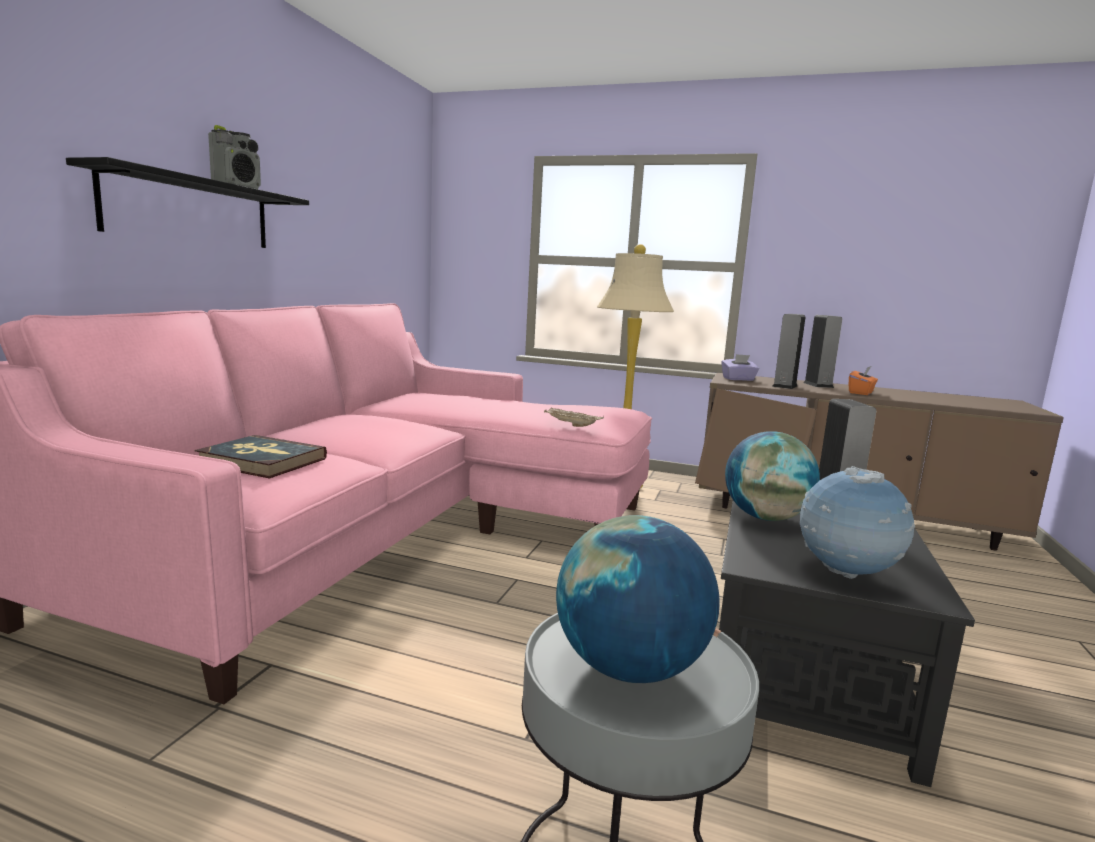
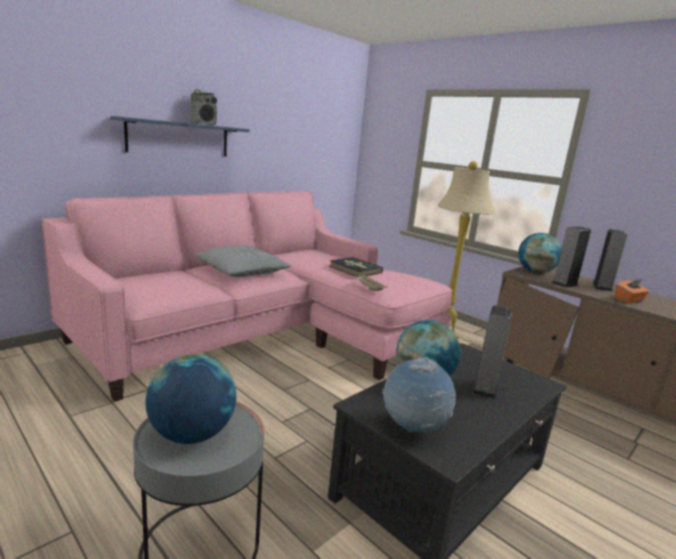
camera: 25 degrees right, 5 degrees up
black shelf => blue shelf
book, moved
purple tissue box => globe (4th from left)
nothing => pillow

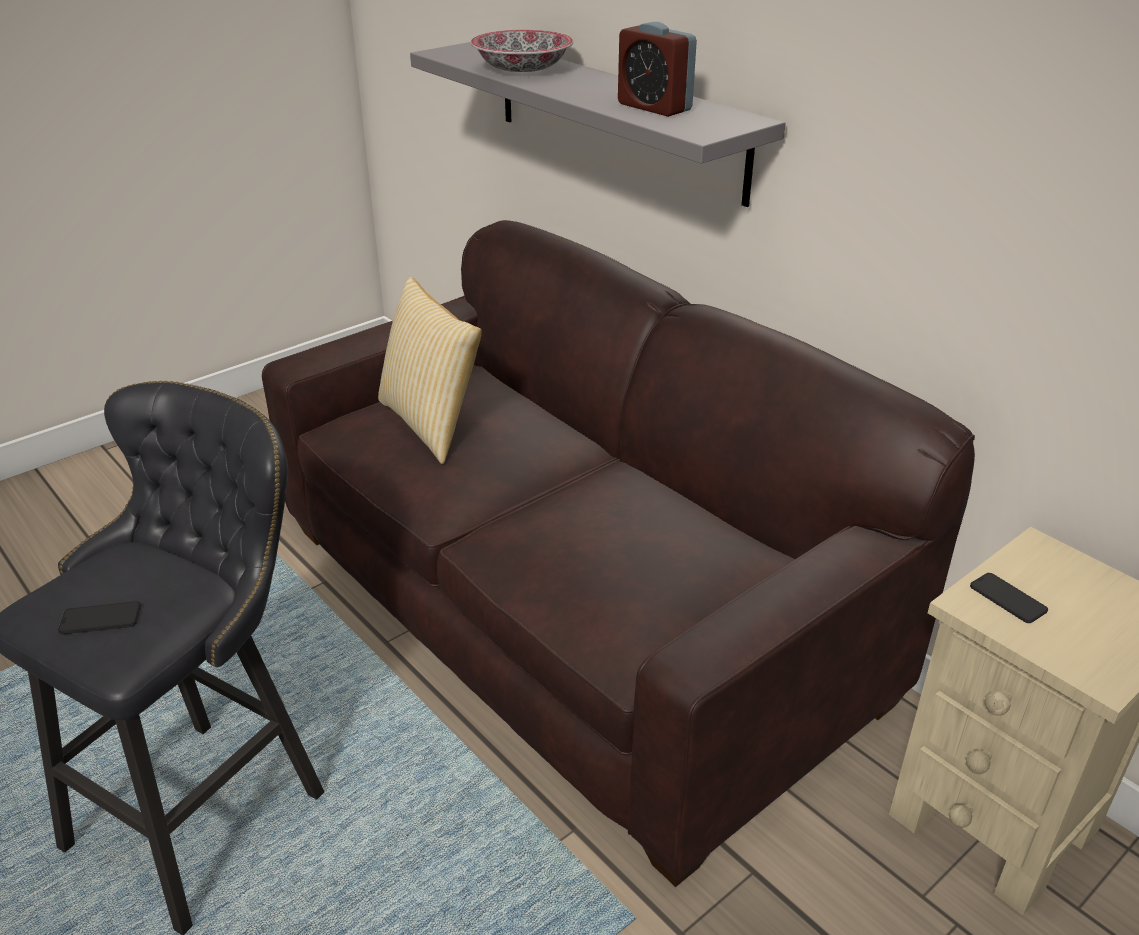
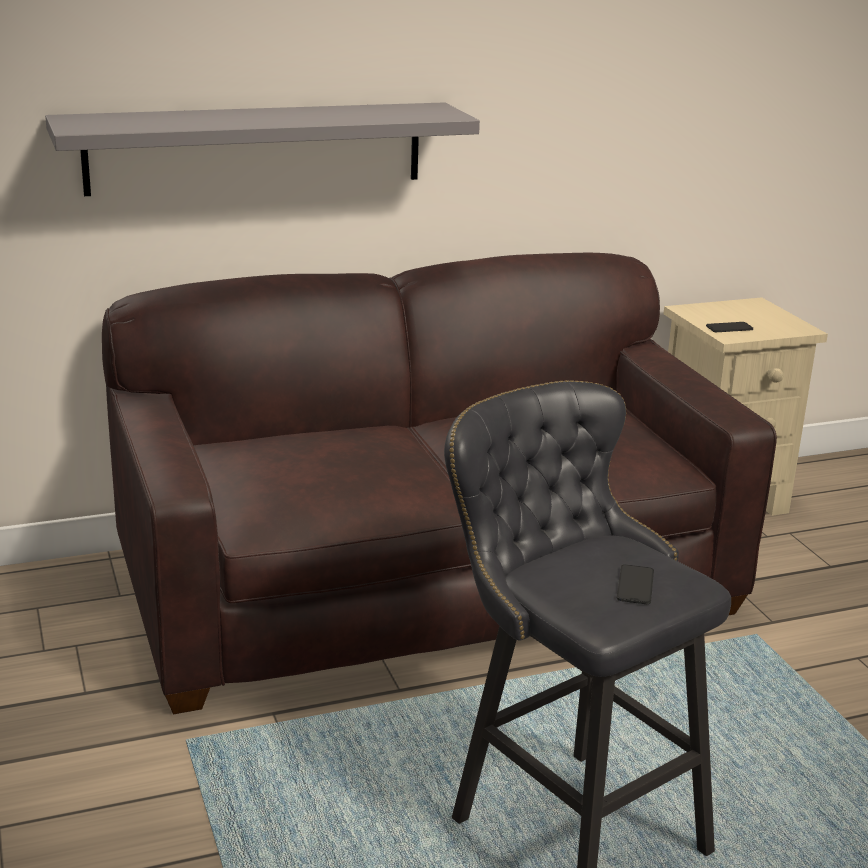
camera: 70 degrees left, 10 degrees down
pillow => nothing
bowl => nothing
alarm clock => nothing

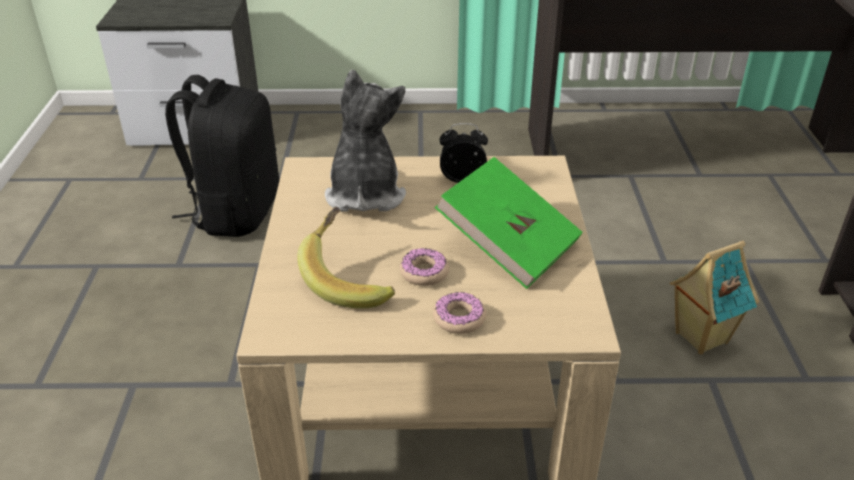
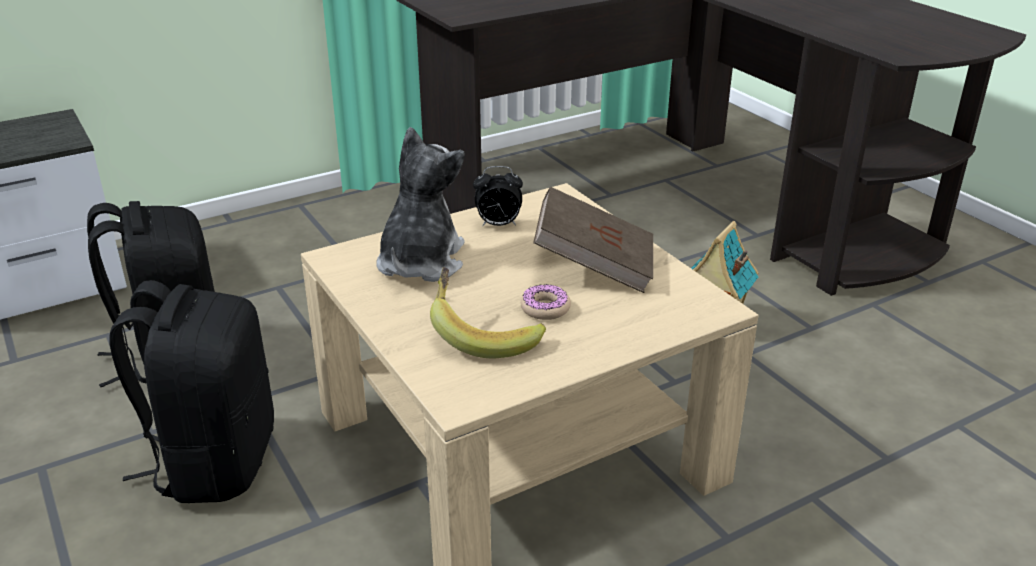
camera: 30 degrees left, 5 degrees down
plush toy, 45 degrees clockwise
donut (2nd from left) => nothing
green book => brown book
alarm clock, 150 degrees counterclockwise
nothing => black backpack (2nd from left)

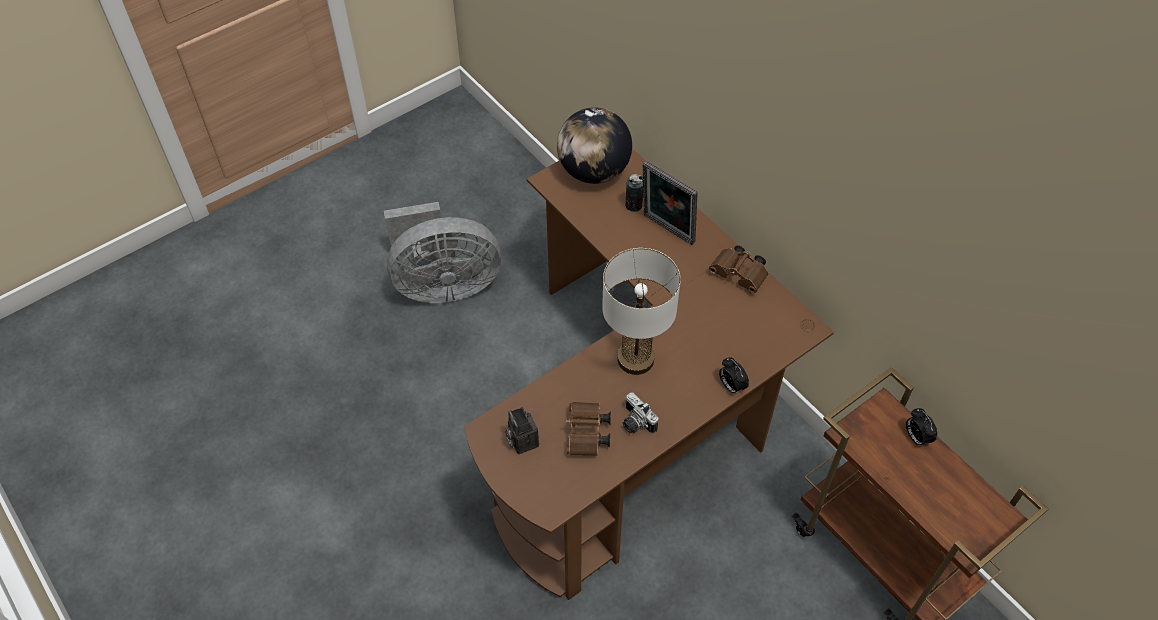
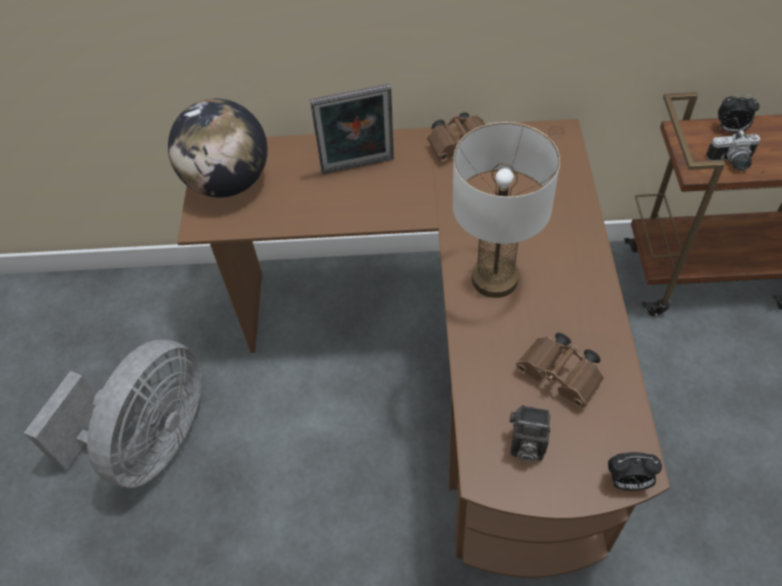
camera: 50 degrees left, 0 degrees up
photo camera (2nd from left), moved
can => nothing
alarm clock (1st from left), moved

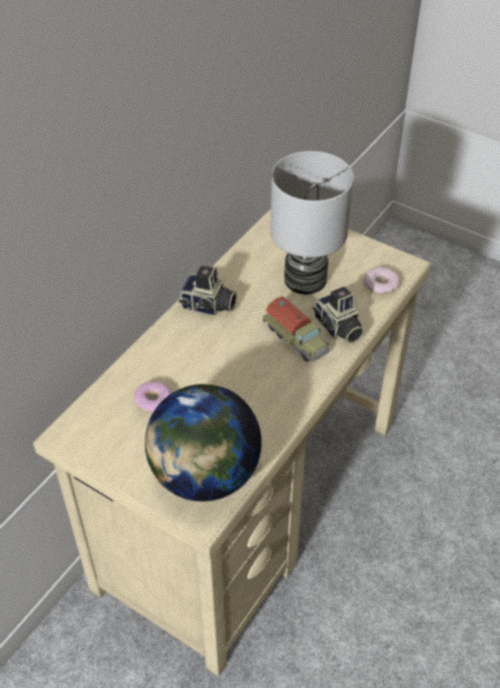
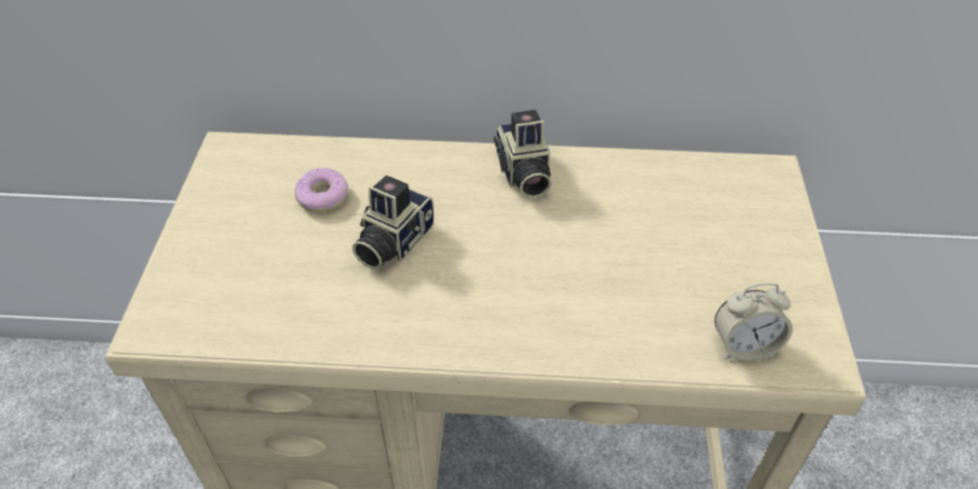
camera: 60 degrees right, 0 degrees up
globe => nothing
toy truck => nothing
grey table lamp => nothing
photo camera (2nd from left in the first image) => photo camera (1st from left), moved
donut (2nd from left) => alarm clock

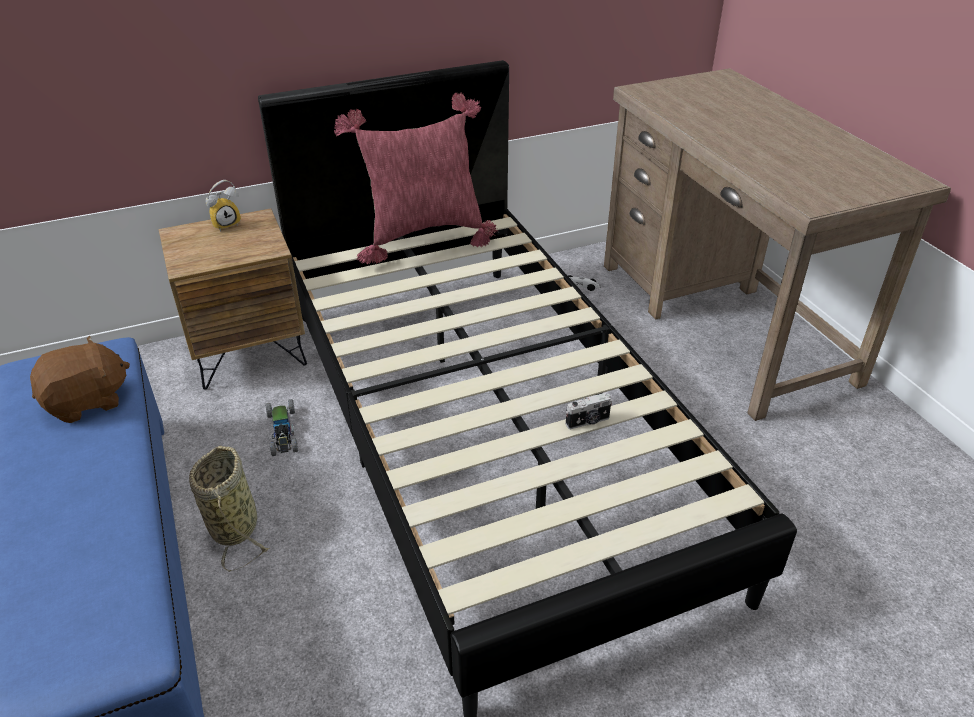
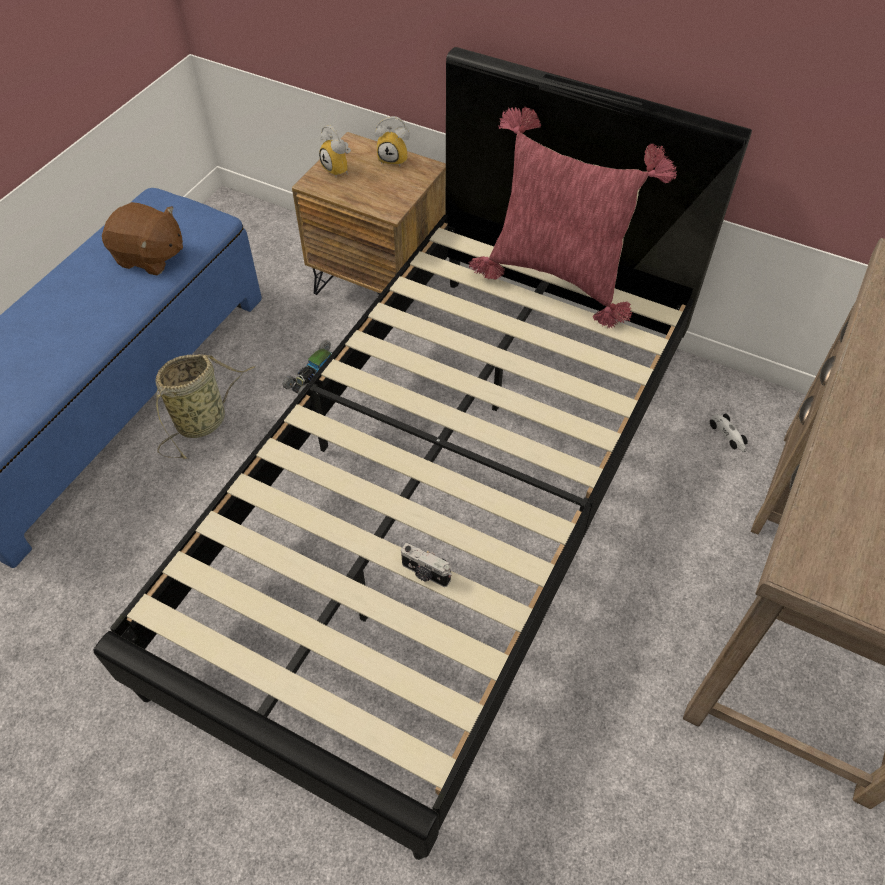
camera: 50 degrees right, 15 degrees up
nothing => alarm clock (1st from left)

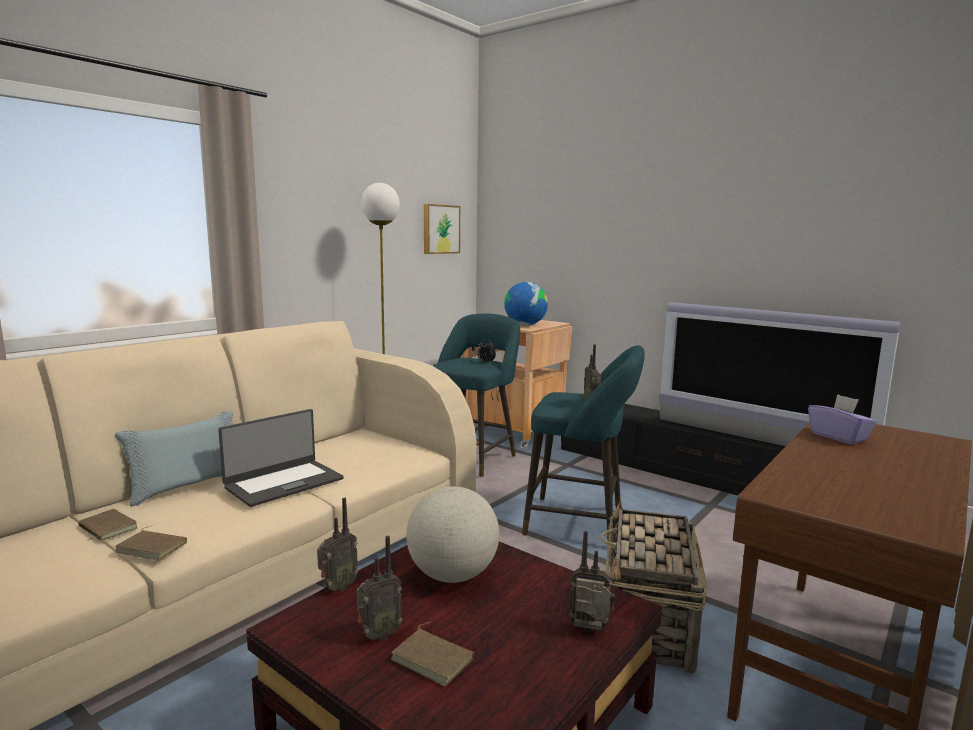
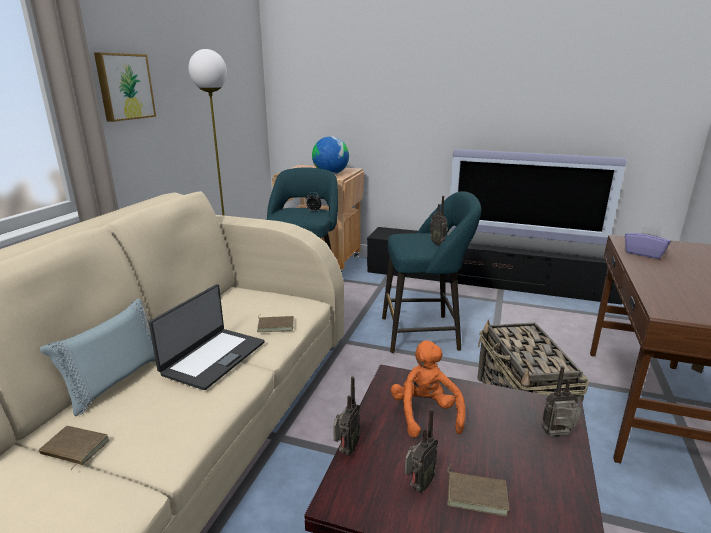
camera: 20 degrees left, 10 degrees up
brown book (2nd from left), moved
globe (1st from left) => orange plush toy
picture, moved

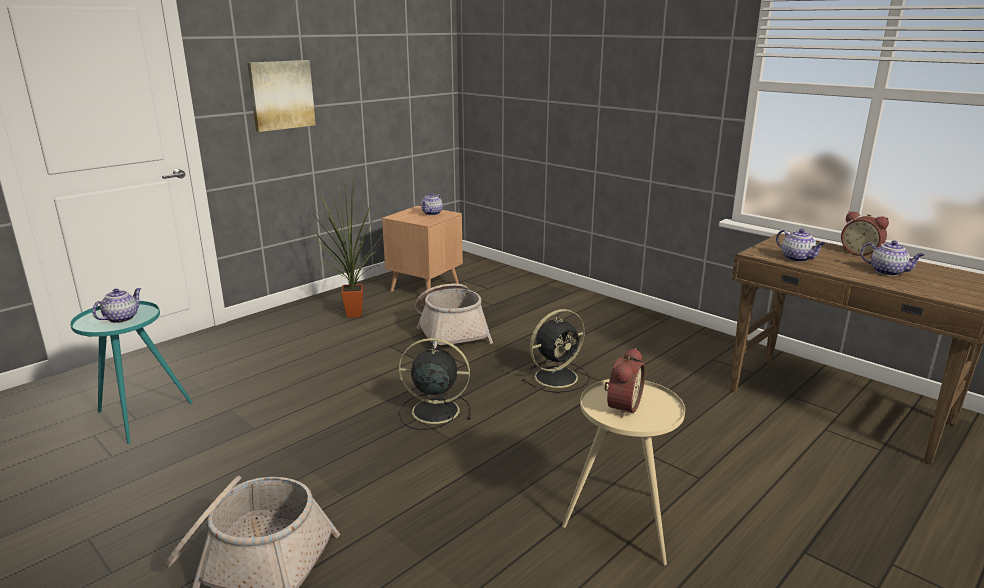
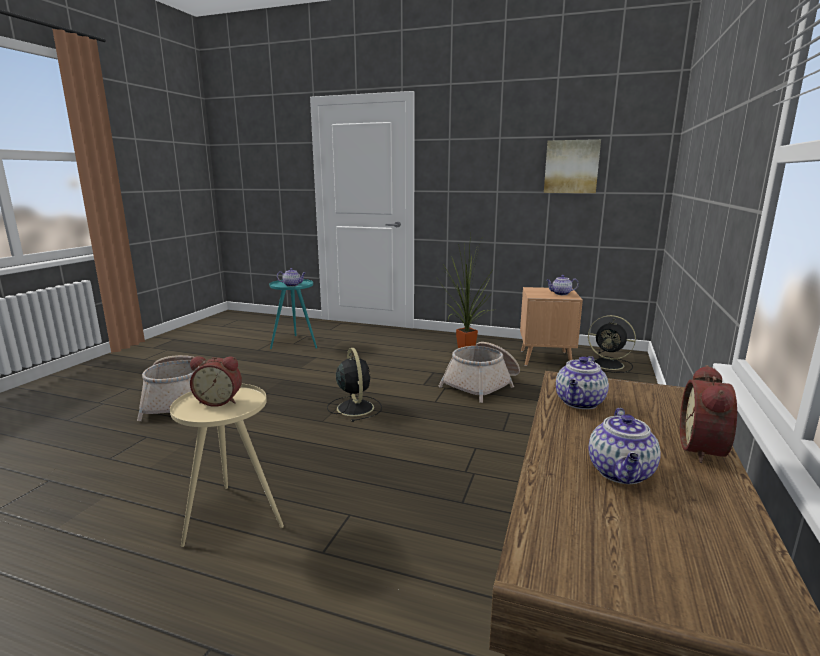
camera: 65 degrees right, 5 degrees down
picture, moved
black fan (2nd from left), moved

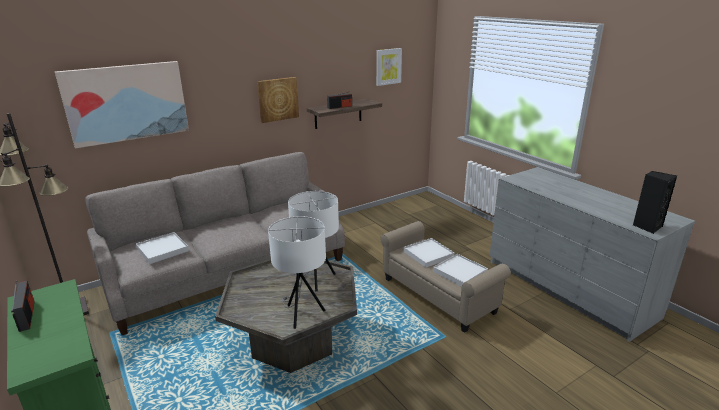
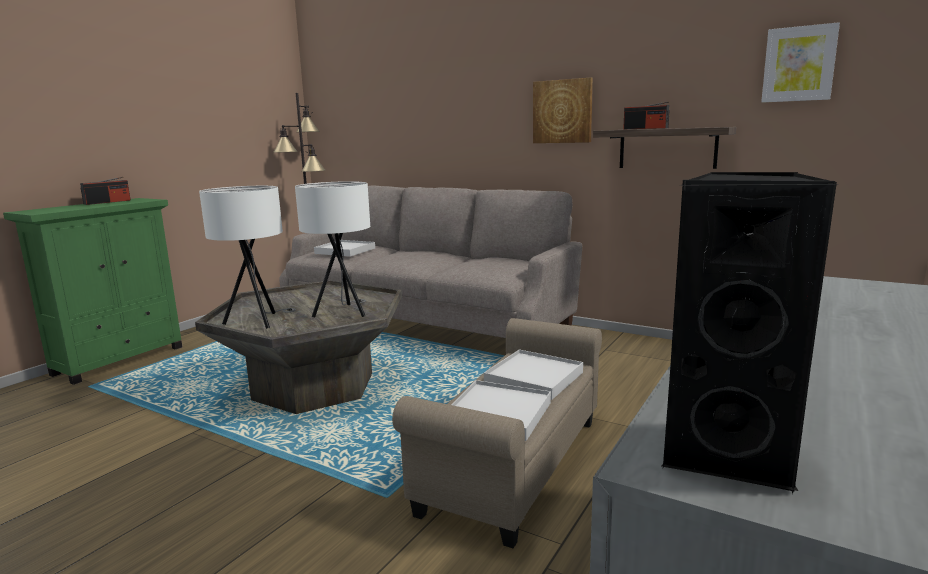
camera: 65 degrees right, 10 degrees down
picture (1st from left) => nothing

